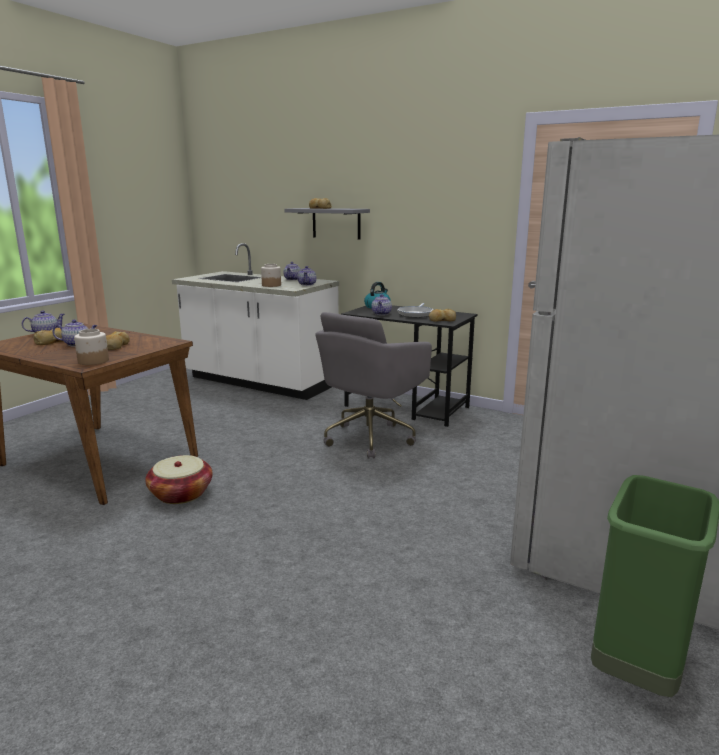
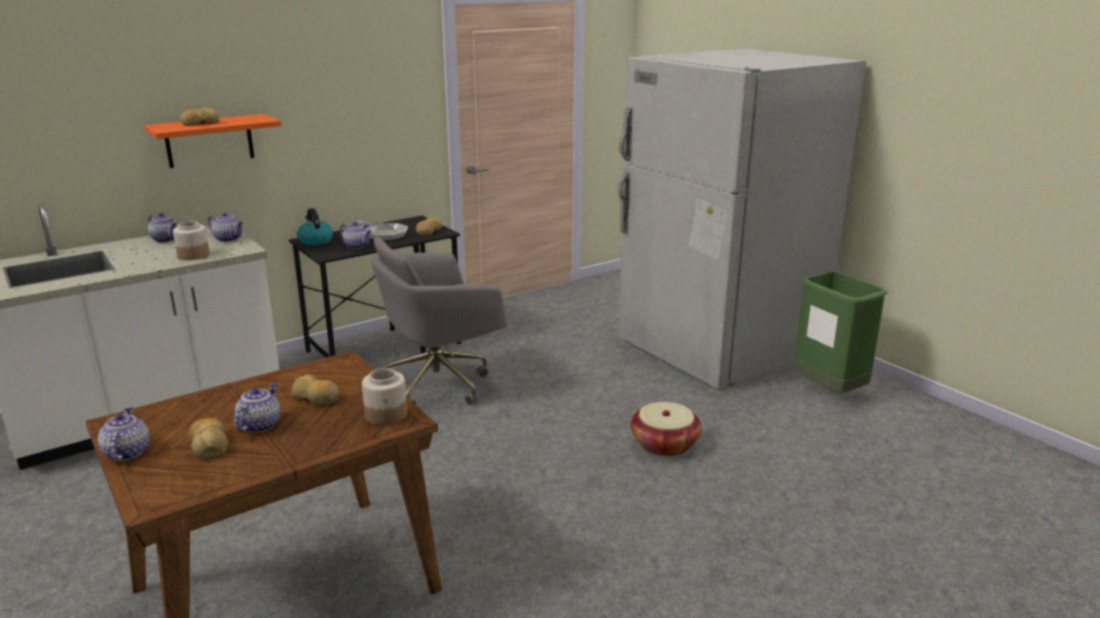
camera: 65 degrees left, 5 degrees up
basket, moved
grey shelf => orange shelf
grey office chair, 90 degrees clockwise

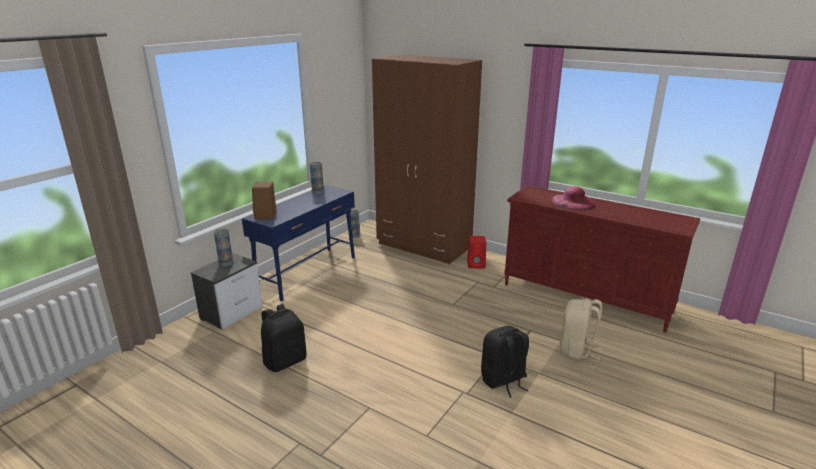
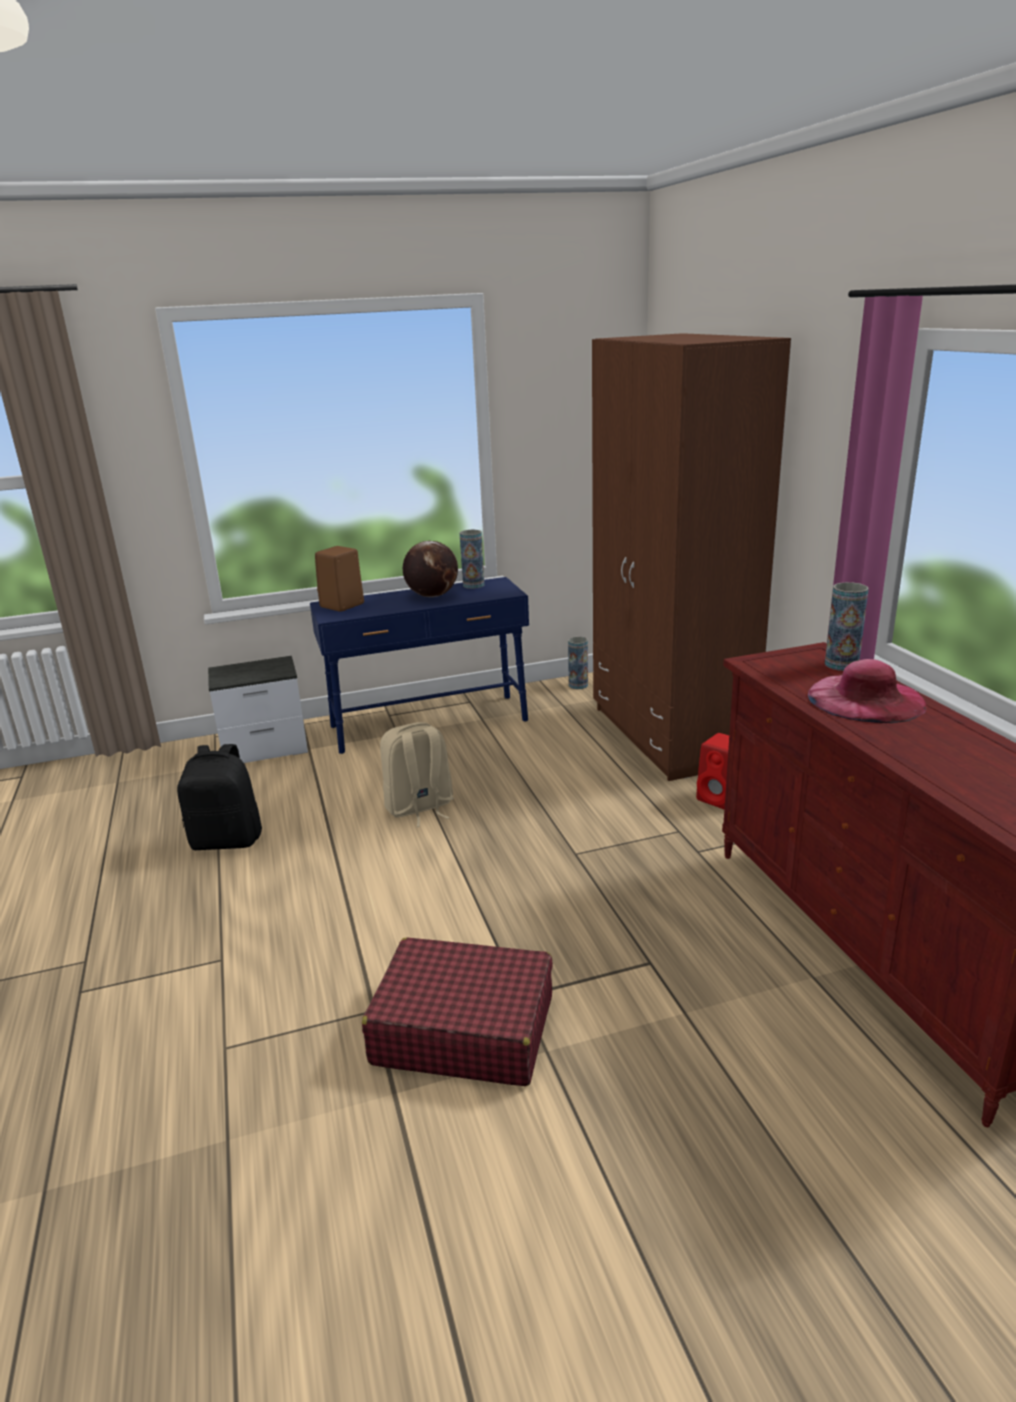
camera: 40 degrees right, 0 degrees up
vase (1st from left in the first image) => vase (3rd from left), moved
black backpack (2nd from left) => red suitcase
beige backpack, moved
nothing => globe

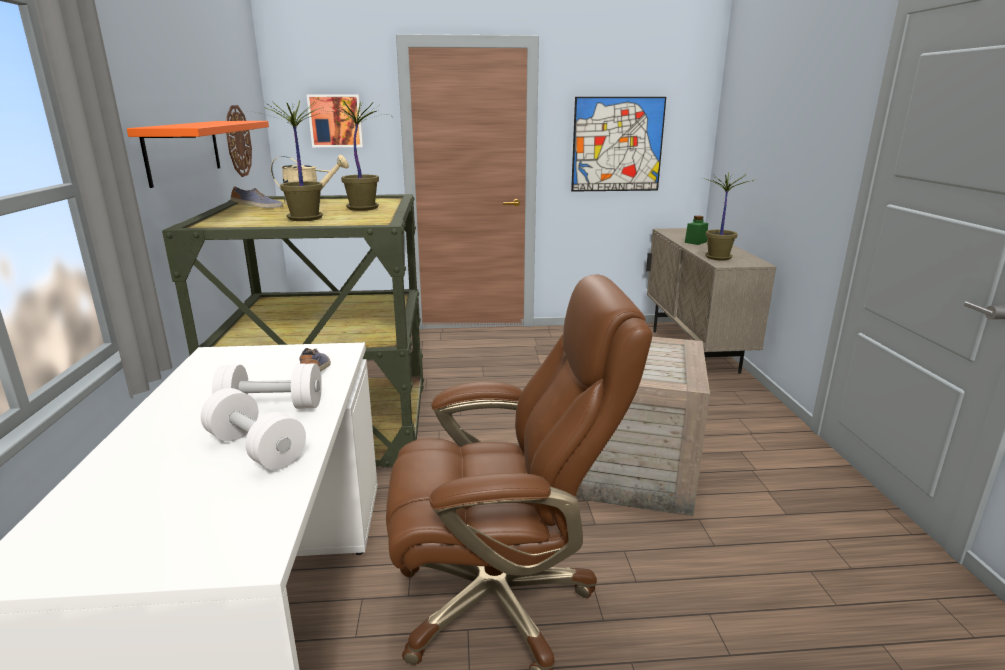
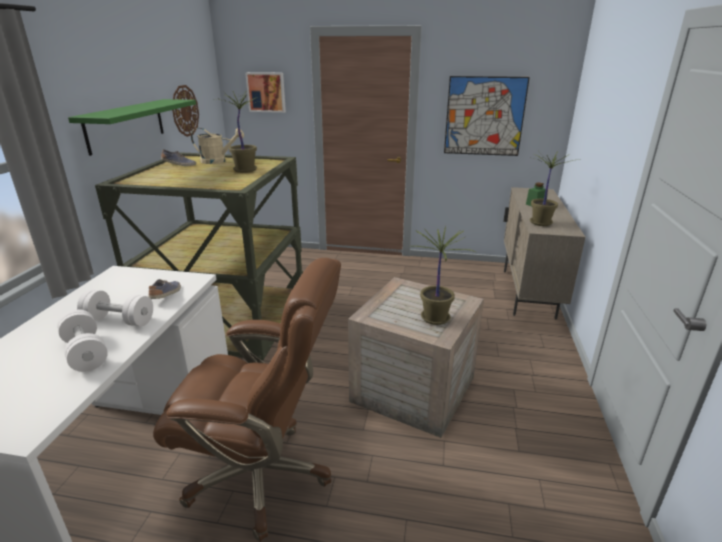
camera: 15 degrees right, 5 degrees up
orange shelf => green shelf
potted plant (1st from left in the first image) => potted plant (2nd from left), moved

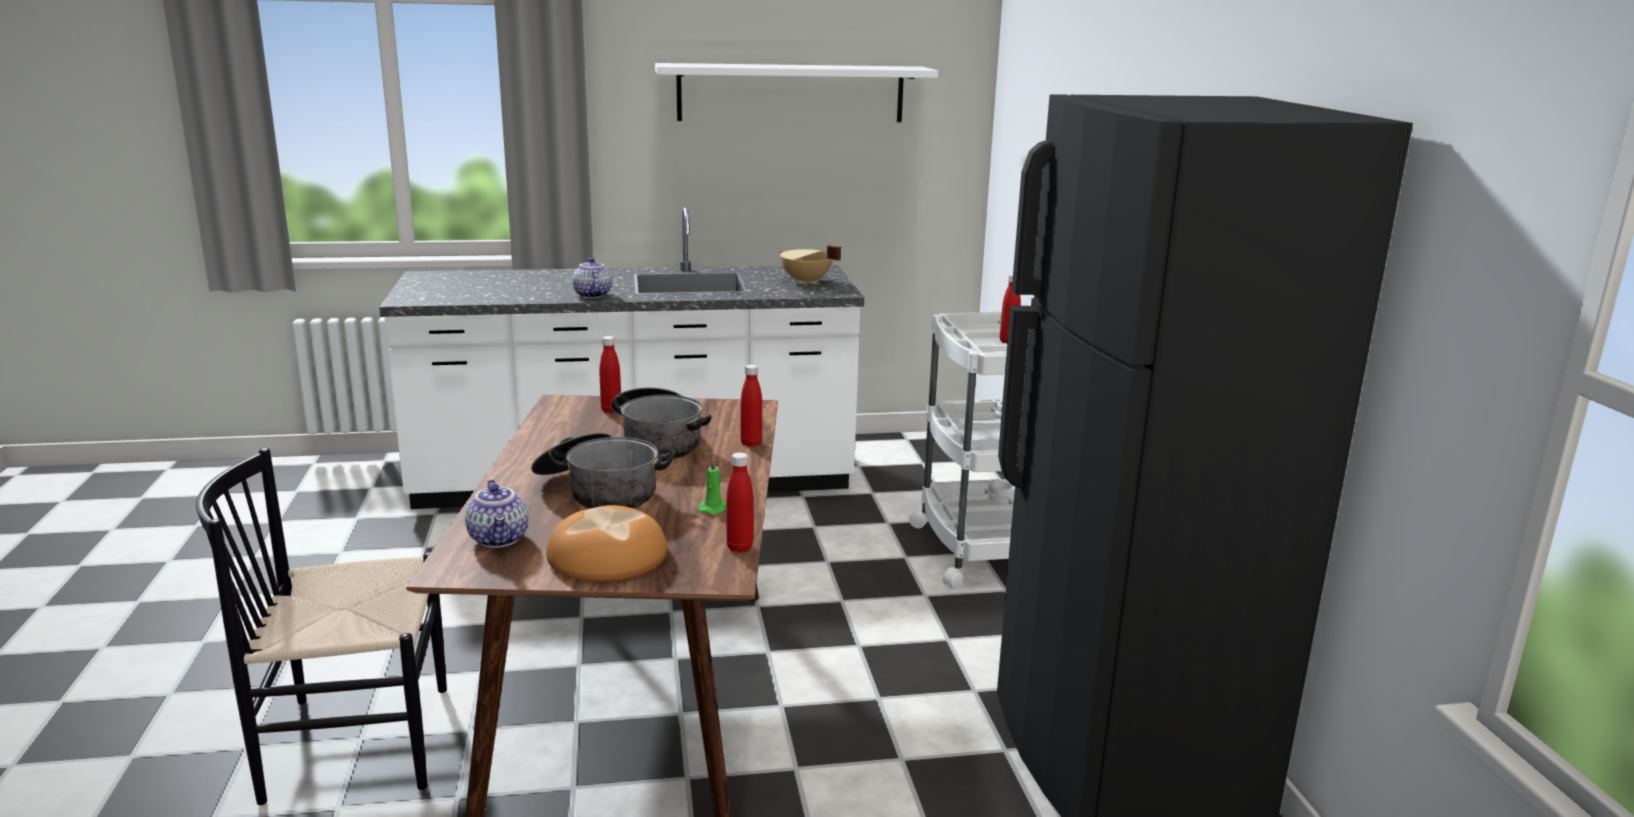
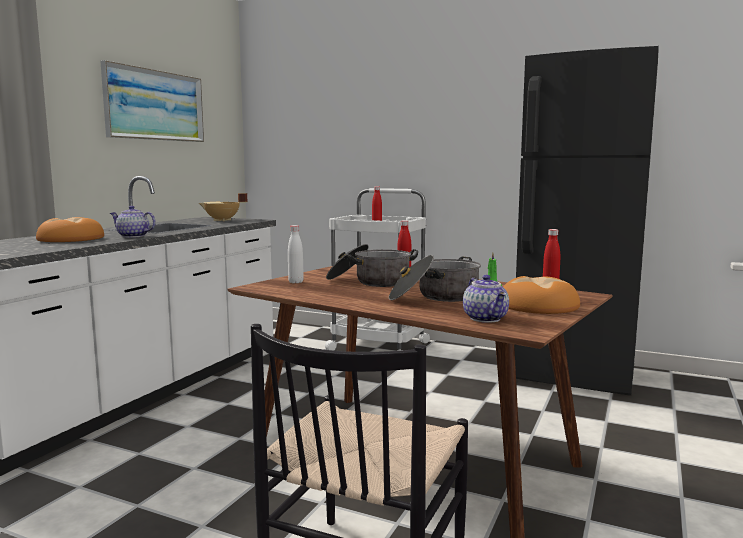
camera: 55 degrees left, 10 degrees down
teapot (1st from left in the first image) => teapot (2nd from left), 60 degrees clockwise
red bottle (1st from left) => white bottle
white shelf => picture
nothing => bread (1st from left)

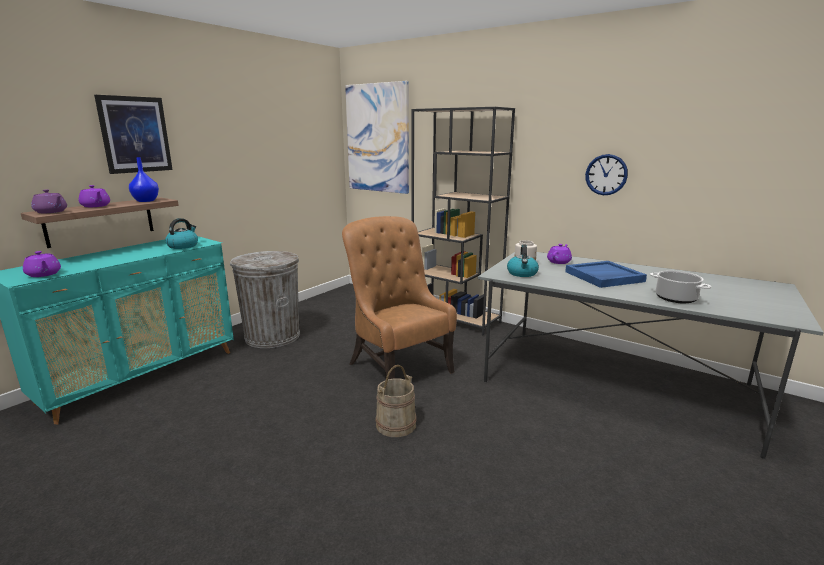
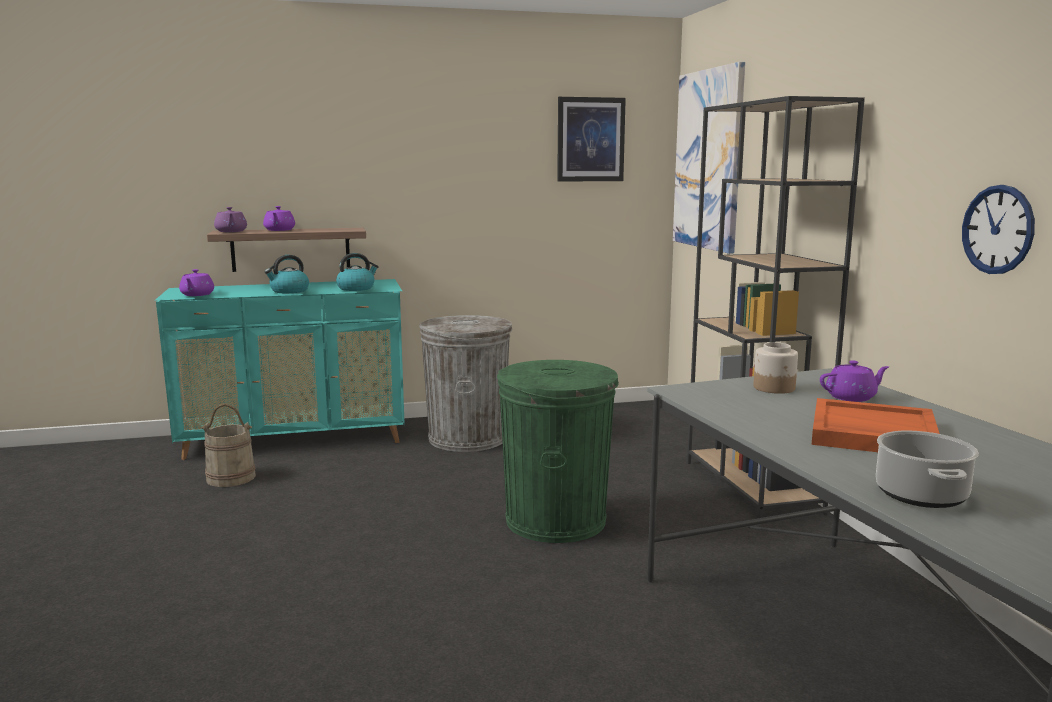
camera: 40 degrees right, 5 degrees down
picture (1st from left), moved
blue vase => nothing
brown chair => green trash can
beige bucket, moved
kettle (2nd from left in the first image) => kettle (1st from left), moved
blue tray => orange tray

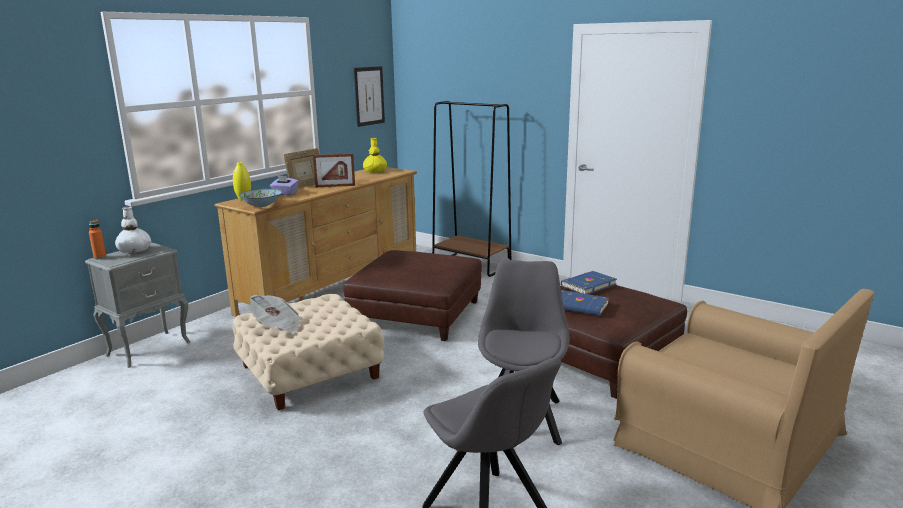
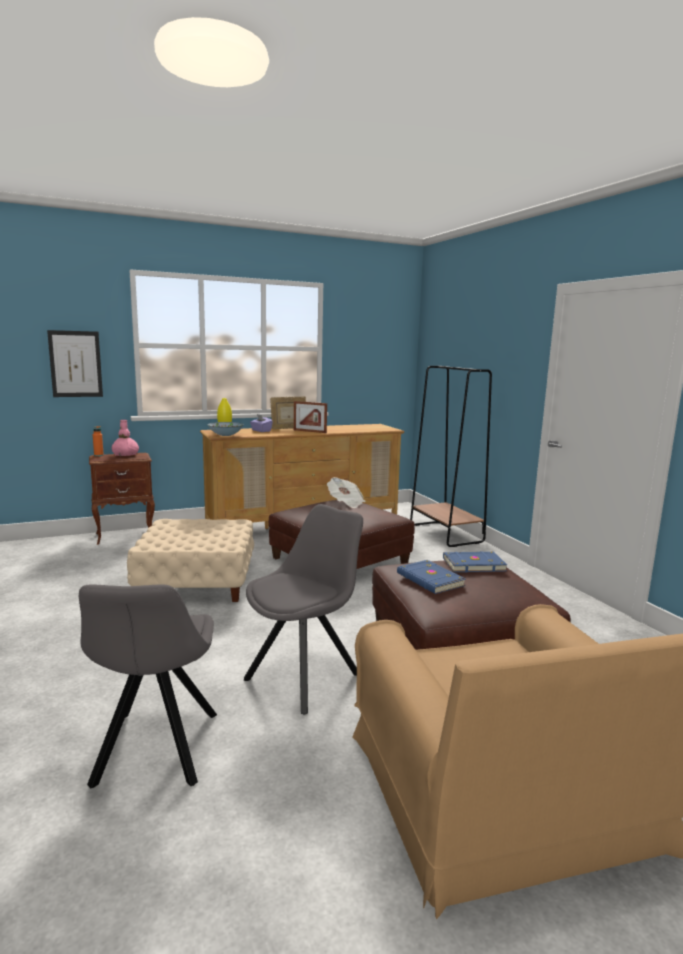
camera: 30 degrees right, 5 degrees down
grey nightstand => brown nightstand
white vase => pink vase
newspaper, moved
picture, moved
yellow vase (2nd from left) => nothing

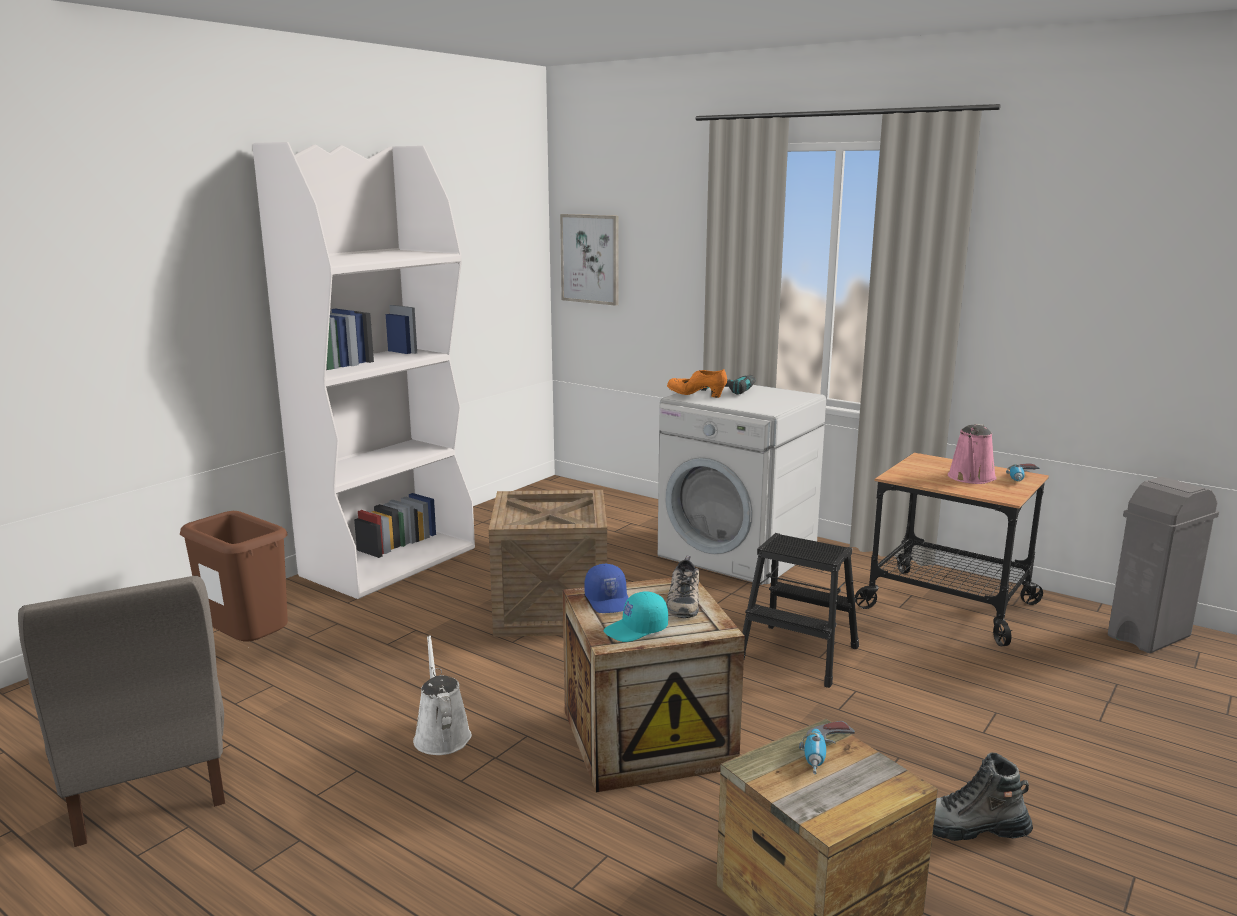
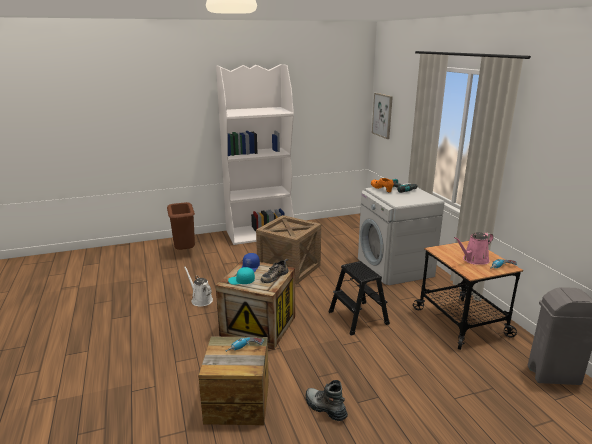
camera: 35 degrees right, 5 degrees up
grey chair => nothing
white watering can, 60 degrees counterclockwise

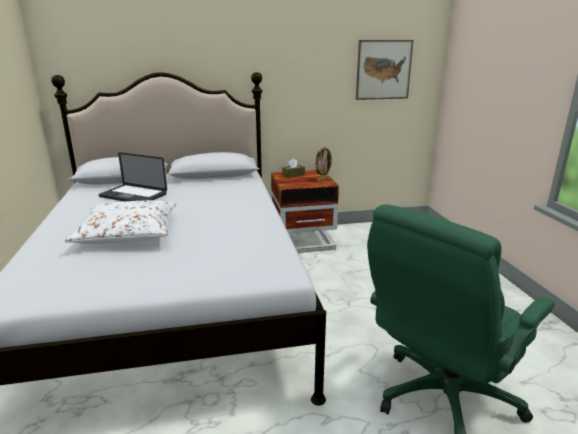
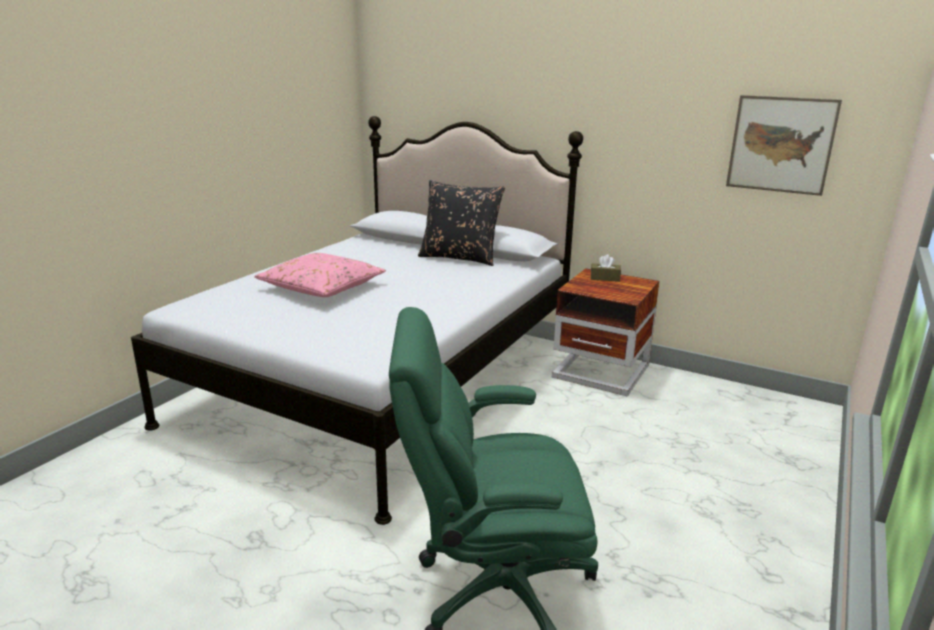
camera: 40 degrees right, 0 degrees up
white pillow => pink pillow
laptop => nothing
picture frame => nothing
nothing => black pillow

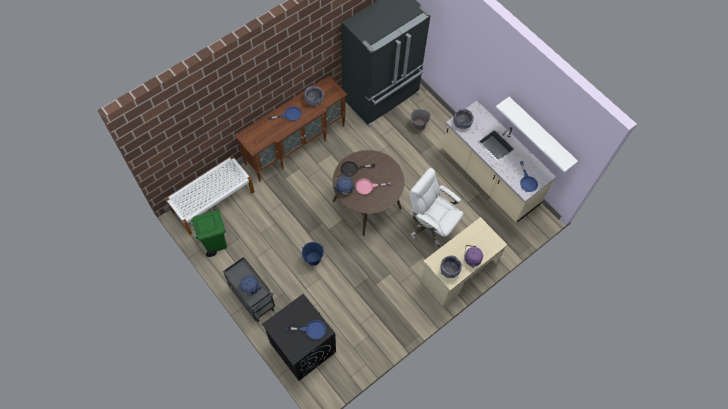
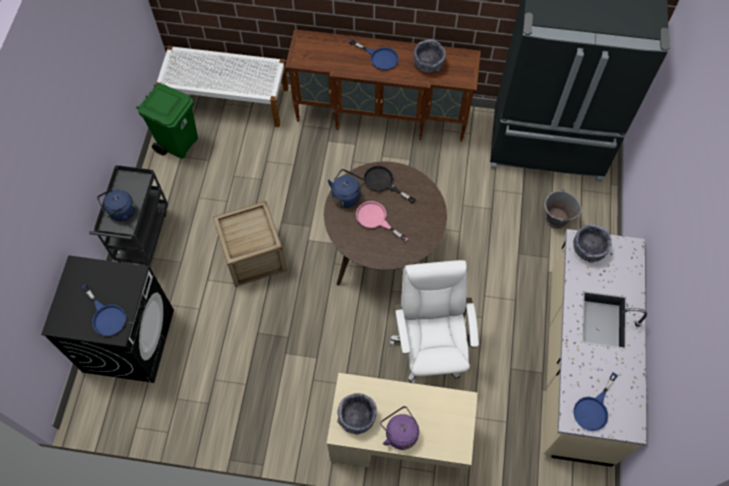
camera: 50 degrees right, 0 degrees up
blue bucket => crate
white shelf => nothing

